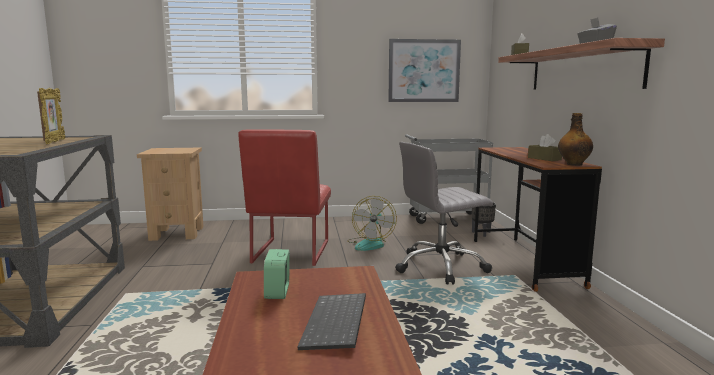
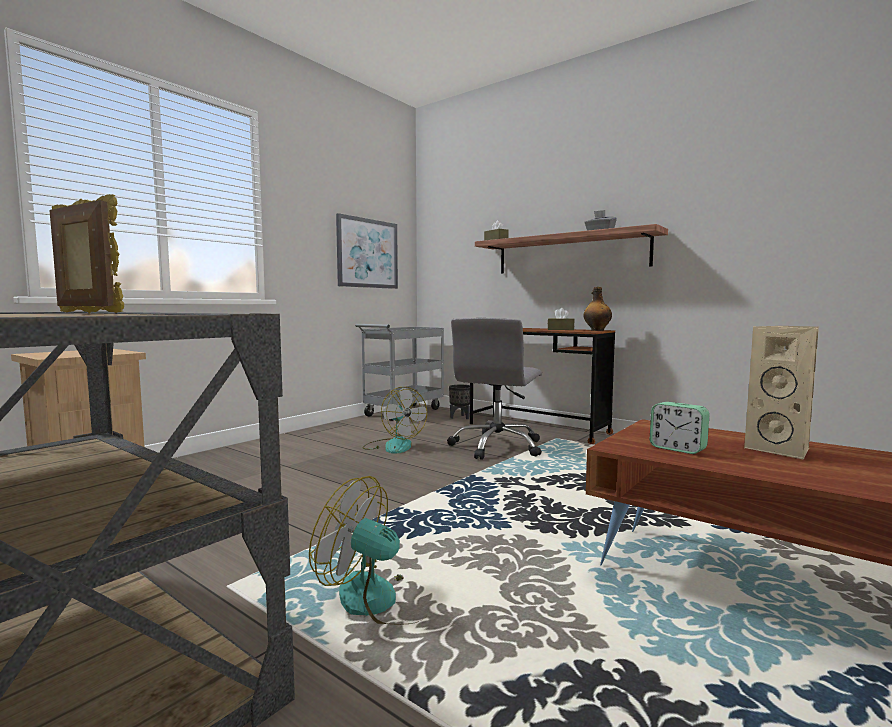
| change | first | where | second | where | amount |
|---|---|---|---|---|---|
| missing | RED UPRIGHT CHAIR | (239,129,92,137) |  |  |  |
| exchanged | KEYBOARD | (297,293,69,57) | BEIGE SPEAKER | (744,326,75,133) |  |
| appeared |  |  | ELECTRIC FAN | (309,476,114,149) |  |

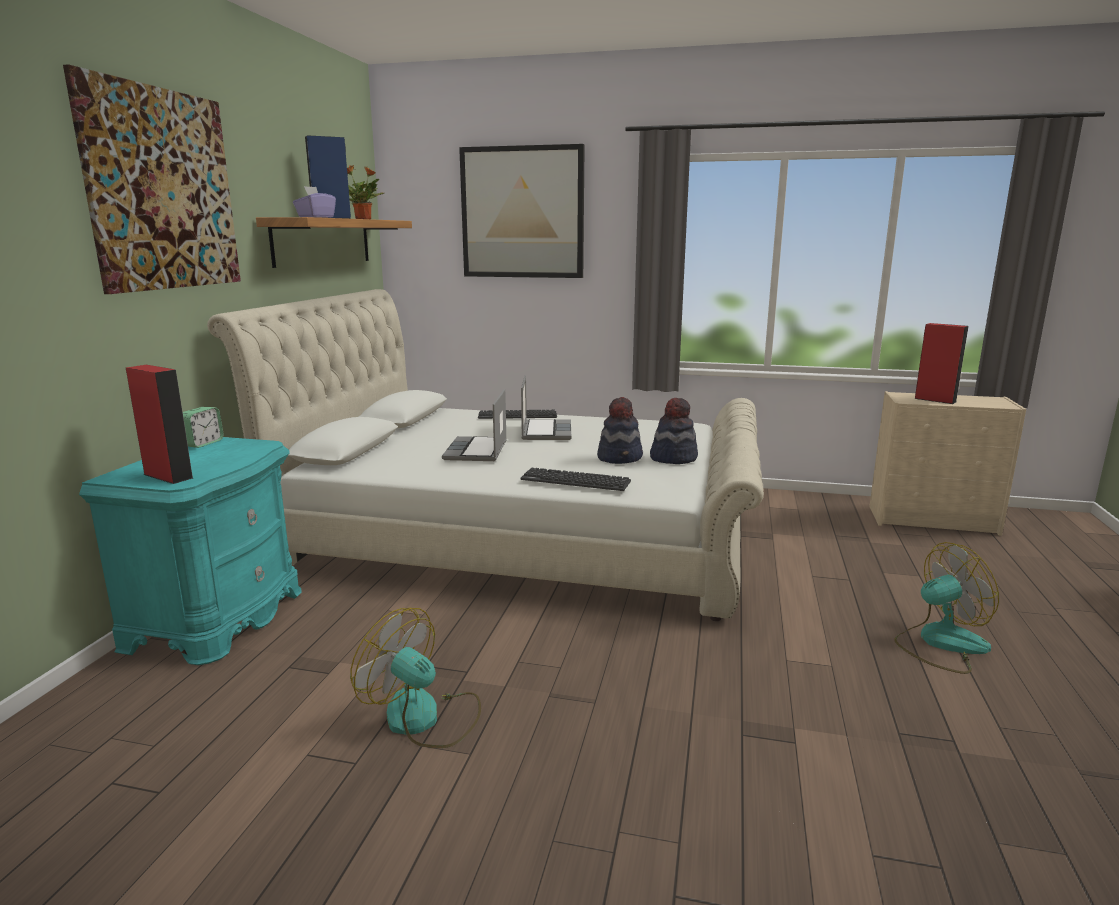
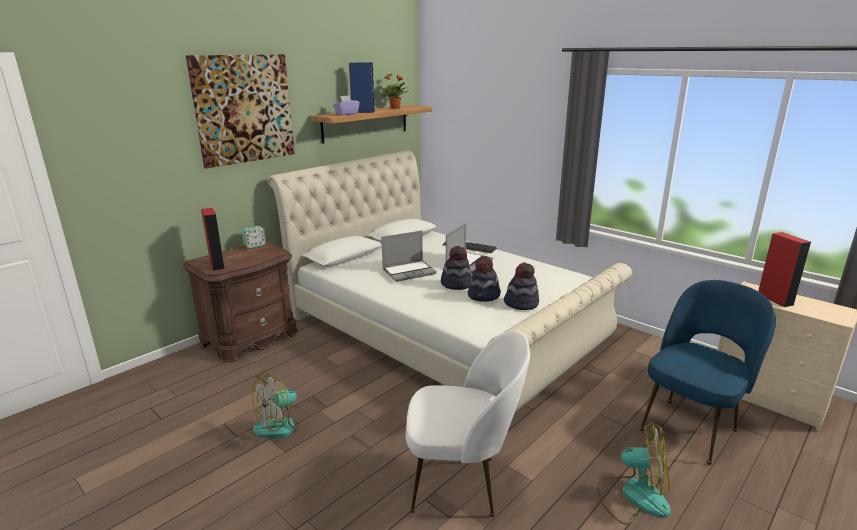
| change | first | where | second | where | amount |
|---|---|---|---|---|---|
| missing | WALL PICTURE | (459,144,126,134) |  |  |  |
| spun | PORTABLE COMPUTER | (442,389,65,72) |  | (381,231,56,51) | 150 degrees counterclockwise |
| colour | TURQUOISE-COLOURED NIGHTSTAND | (79,437,222,228) | BROWN-COLOURED NIGHTSTAND | (183,241,115,121) |  |
| missing | KEYBOARD | (520,468,111,23) |  |  |  |
| spun | ELECTRIC FAN | (350,608,131,140) |  | (252,372,61,66) | 105 degrees counterclockwise |
| appeared |  |  | WEARABLE HAT | (441,246,31,44) |  |
| appeared |  |  | BLUE UPRIGHT CHAIR | (639,280,137,185) |  |
| appeared |  |  | WHITE UPRIGHT CHAIR | (406,330,124,187) |  |

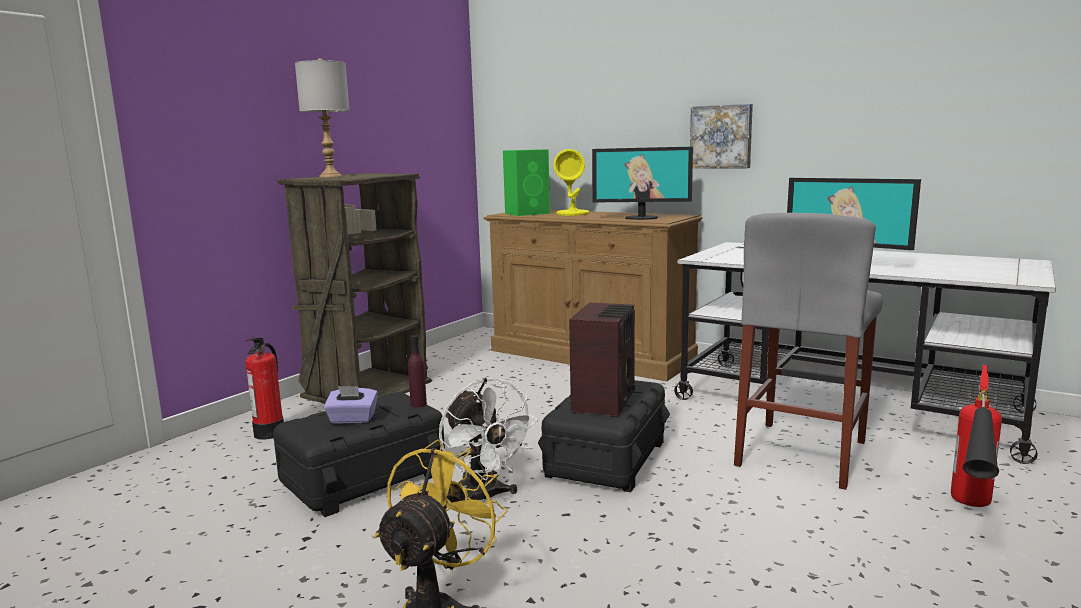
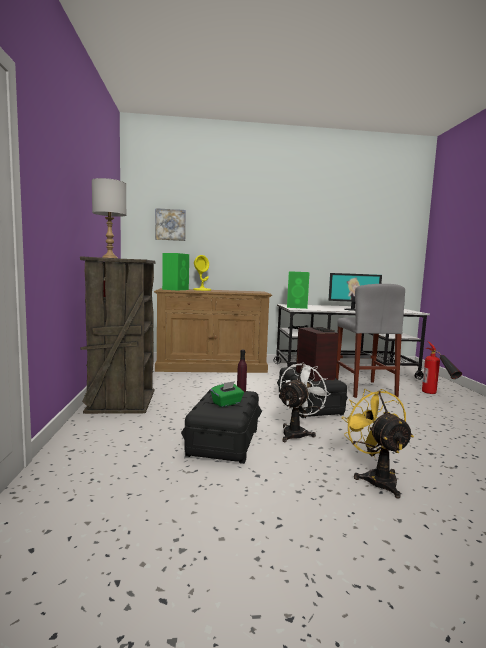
| change | first | where | second | where | amount |
|---|---|---|---|---|---|
| relocated | WALL PICTURE | (690,104,63,64) |  | (155,208,31,33) |  |
| missing | MONITOR | (592,147,101,73) |  |  |  |
| missing | FIRE-FIGHTING CYLINDER | (245,338,39,102) |  |  |  |
| spun | WHITE ELECTRIC FAN | (439,378,99,122) |  | (278,362,53,80) | 75 degrees counterclockwise |
| colour | PURPLE TISSUE BOX | (324,386,54,37) | GREEN TISSUE BOX | (211,381,33,26) |  |
| appeared |  |  | GREEN SPEAKER | (287,271,23,38) |  |

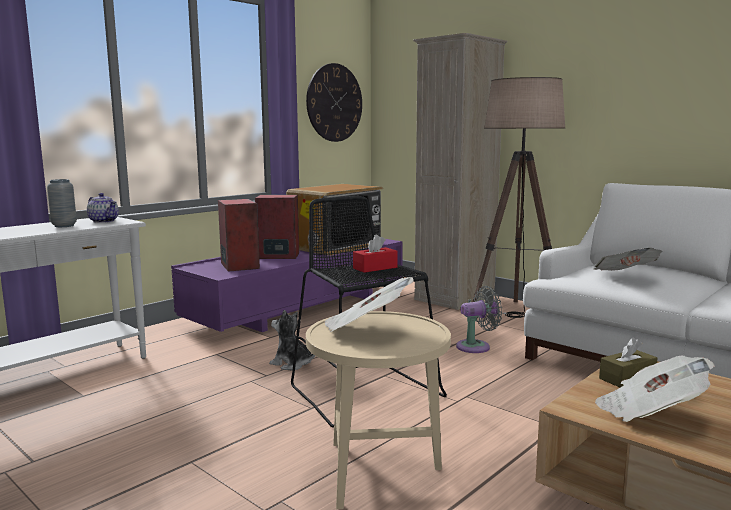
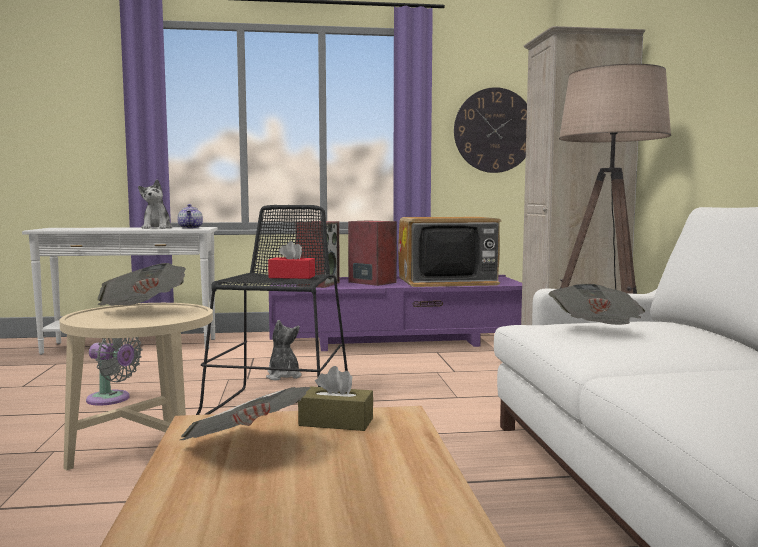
| change | first | where | second | where | amount |
|---|---|---|---|---|---|
| exchanged | GREYISH FLOWER VASE | (47,179,30,48) | PLUSH TOY | (138,180,35,49) |  |
| relocated | GREYISH ELECTRIC FAN | (456,286,46,67) |  | (86,337,56,69) |  |

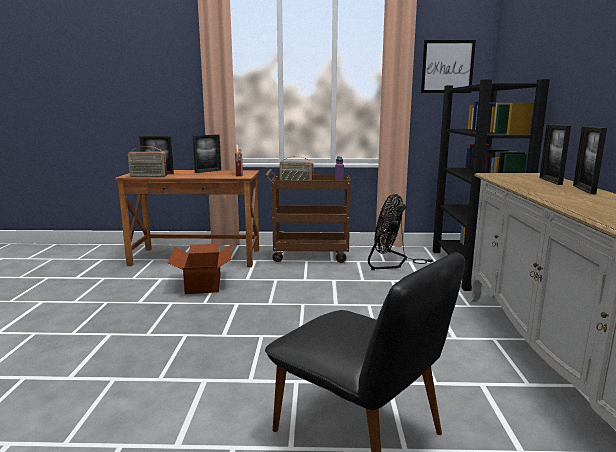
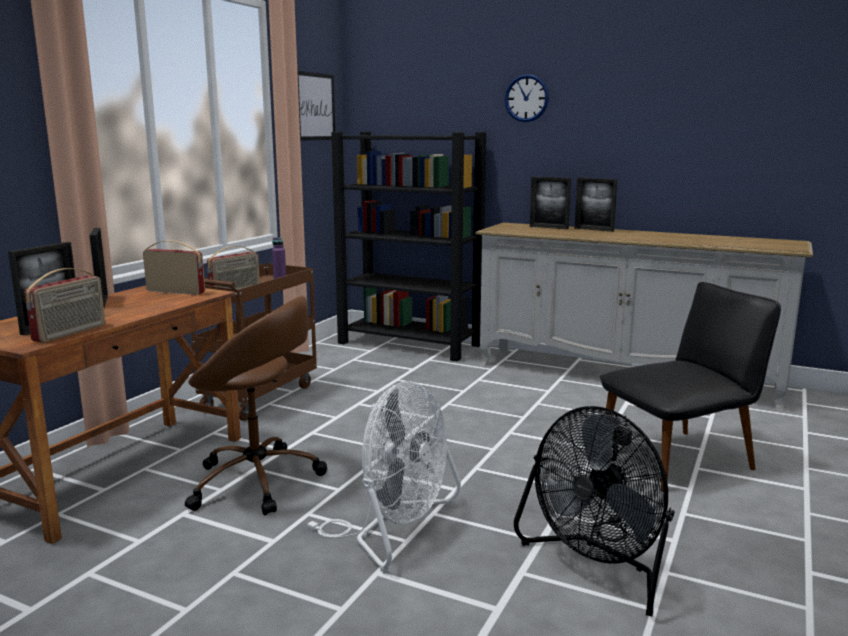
| change | first | where | second | where | amount |
|---|---|---|---|---|---|
| relocated | BLACKISH ELECTRIC FAN | (368,194,66,76) |  | (514,406,161,210) |  |
| exchanged | CARTON | (168,244,64,50) | BROWN-COLOURED COMPUTER CHAIR | (185,296,142,219) |  |
| appeared |  |  | WALL CLOCK | (504,74,45,48) |  |
| appeared |  |  | WHITE ELECTRIC FAN | (307,381,154,193) |  |

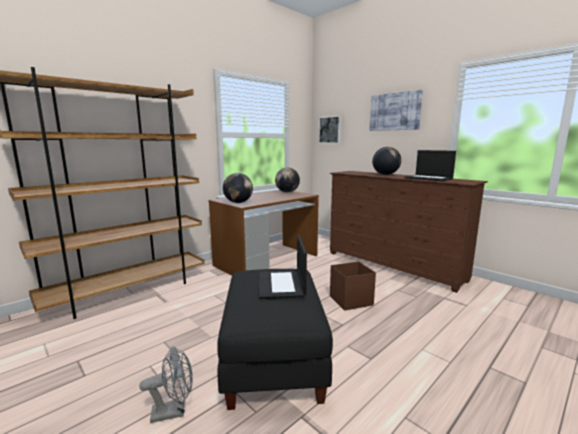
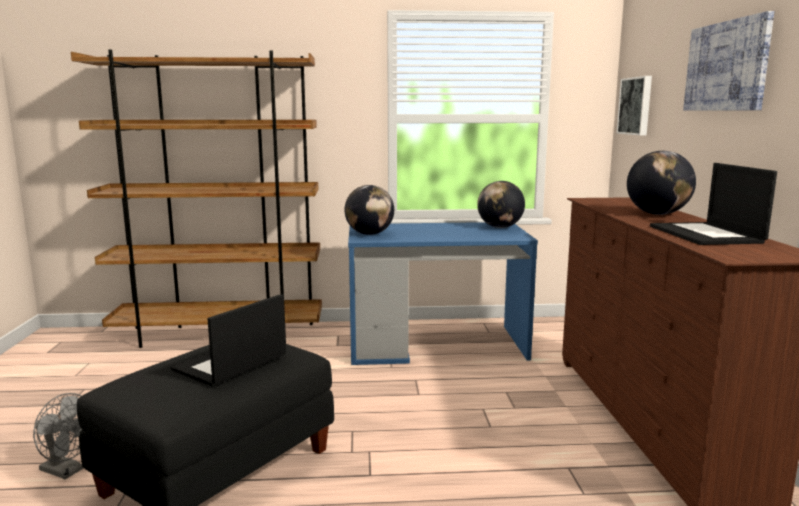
| change | first | where | second | where | amount |
|---|---|---|---|---|---|
| colour | BROWN-COLOURED DESK TABLE | (209,190,110,86) | BLUE DESK TABLE | (348,222,190,143) |  |
| missing | BROWN-COLOURED STORAGE BOX | (330,262,46,49) |  |  |  |

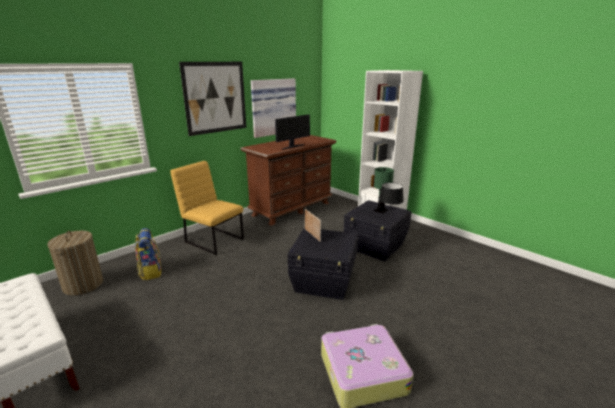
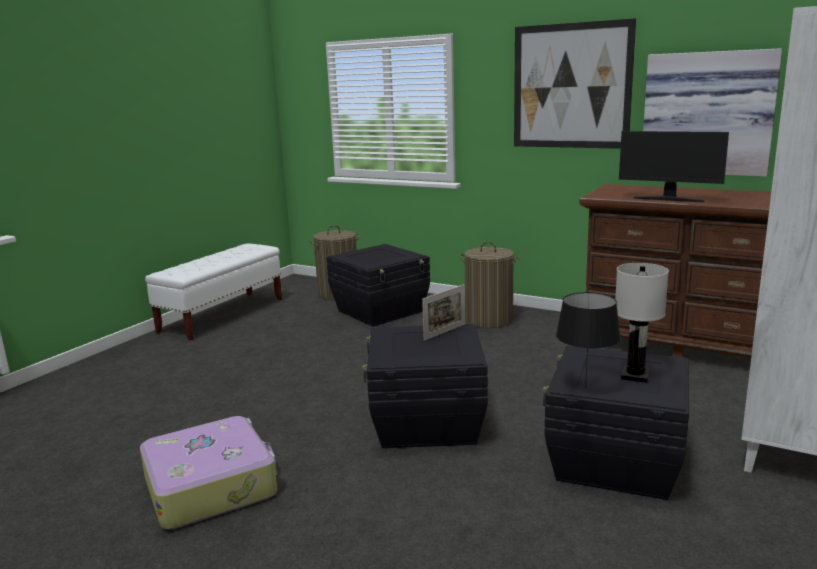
| change | first | where | second | where | amount |
|---|---|---|---|---|---|
| exchanged | YELLOW-COLOURED UPRIGHT CHAIR | (170,161,74,94) | LAUNDRY BASKET | (459,242,61,86) |  |
| colour | GREEN TABLE LAMP | (374,167,20,46) | WHITE TABLE LAMP | (615,263,54,120) |  |
| exchanged | KNAPSACK | (135,228,26,52) | BLACKISH STORAGE BOX | (326,244,104,83) |  |

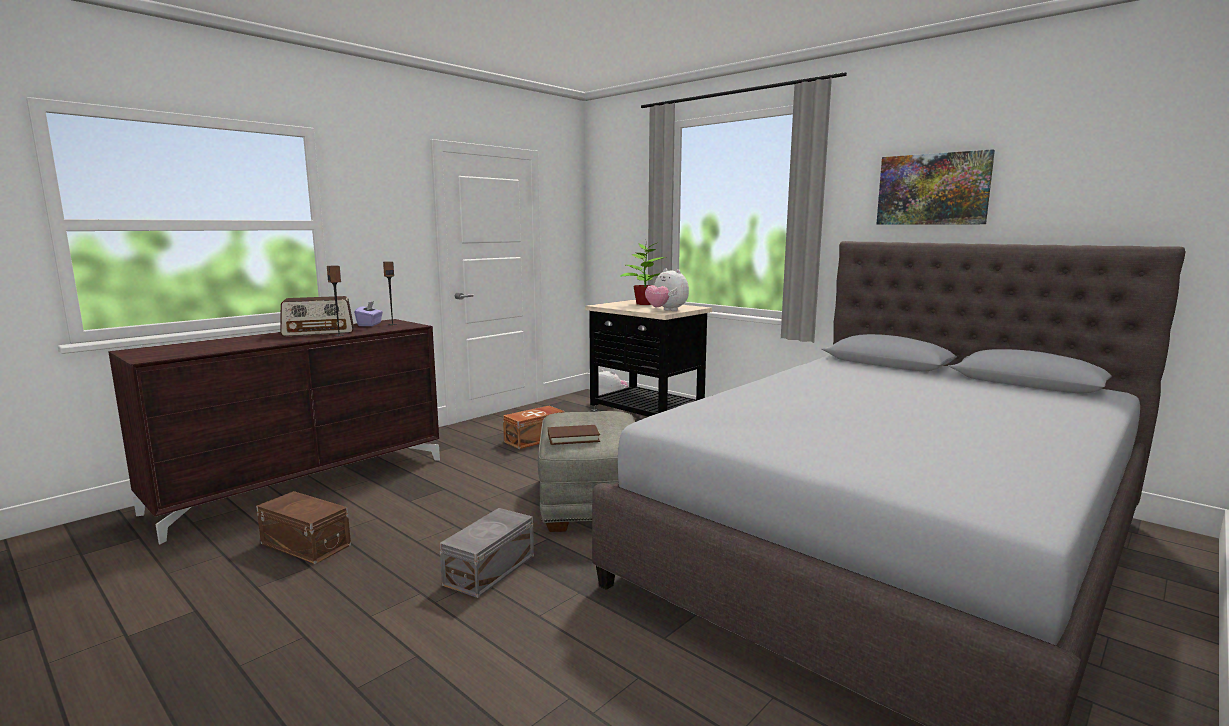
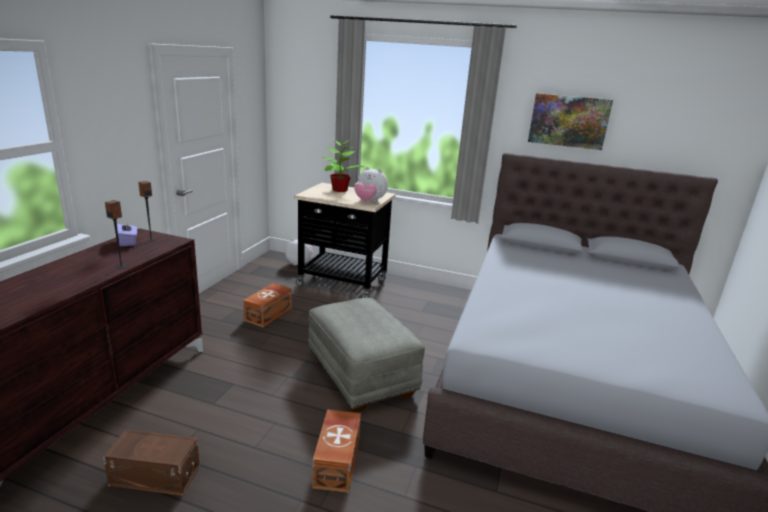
| change | first | where | second | where | amount |
|---|---|---|---|---|---|
| missing | RADIO RECEIVER | (280,296,74,40) |  |  |  |
| missing | BROWN-COLOURED BOOK | (548,425,52,20) |  |  |  |
| colour | GREYISH STORAGE BOX | (439,508,95,90) | BROWN-COLOURED STORAGE BOX | (312,409,49,84) |  |

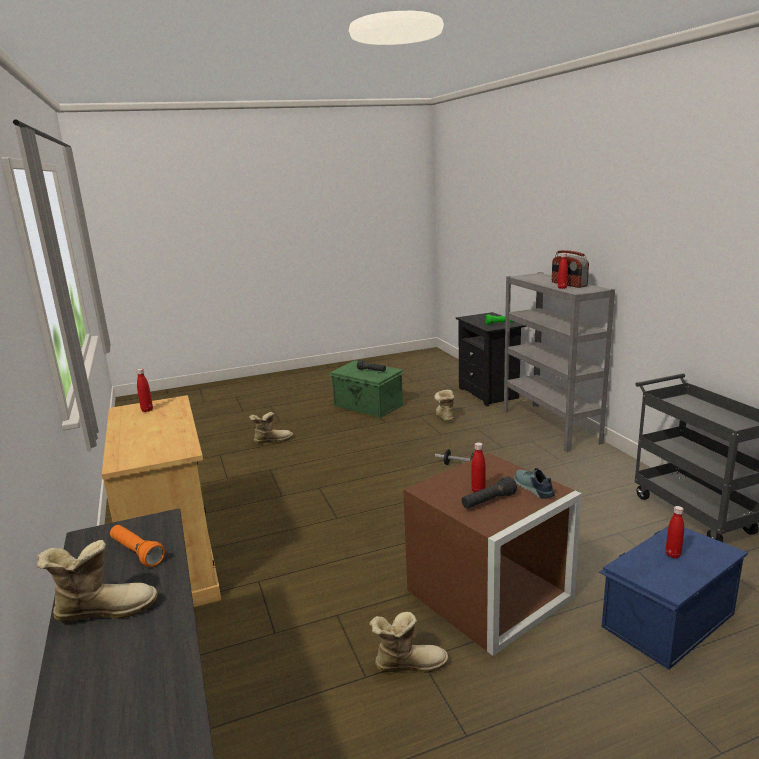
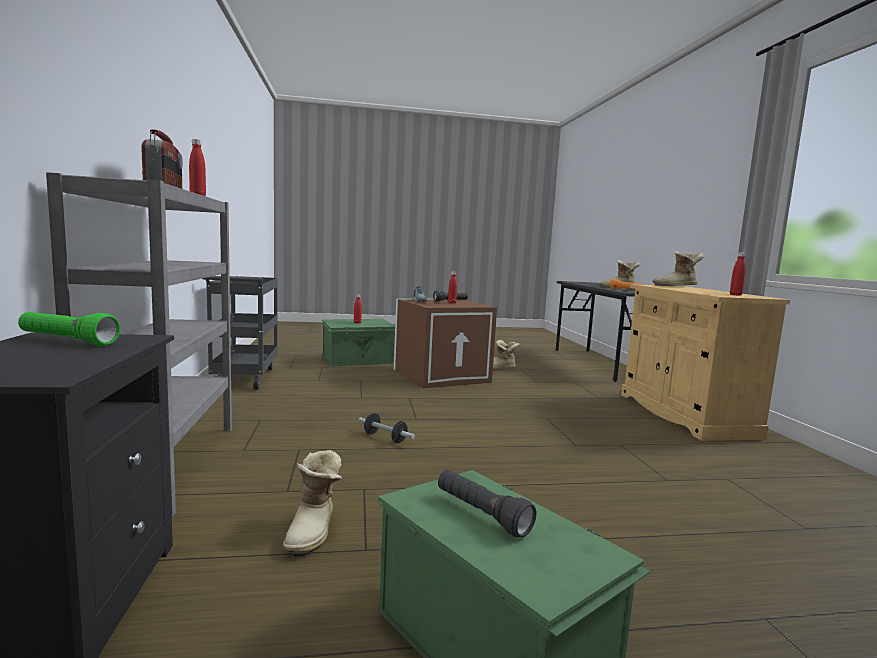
| change | first | where | second | where | amount |
|---|---|---|---|---|---|
| relocated | TALL BOOT | (249,412,44,31) |  | (652,251,52,35) |  |
| colour | BLUE STORAGE BOX | (599,526,149,144) | GREEN STORAGE BOX | (321,319,74,48) |  |

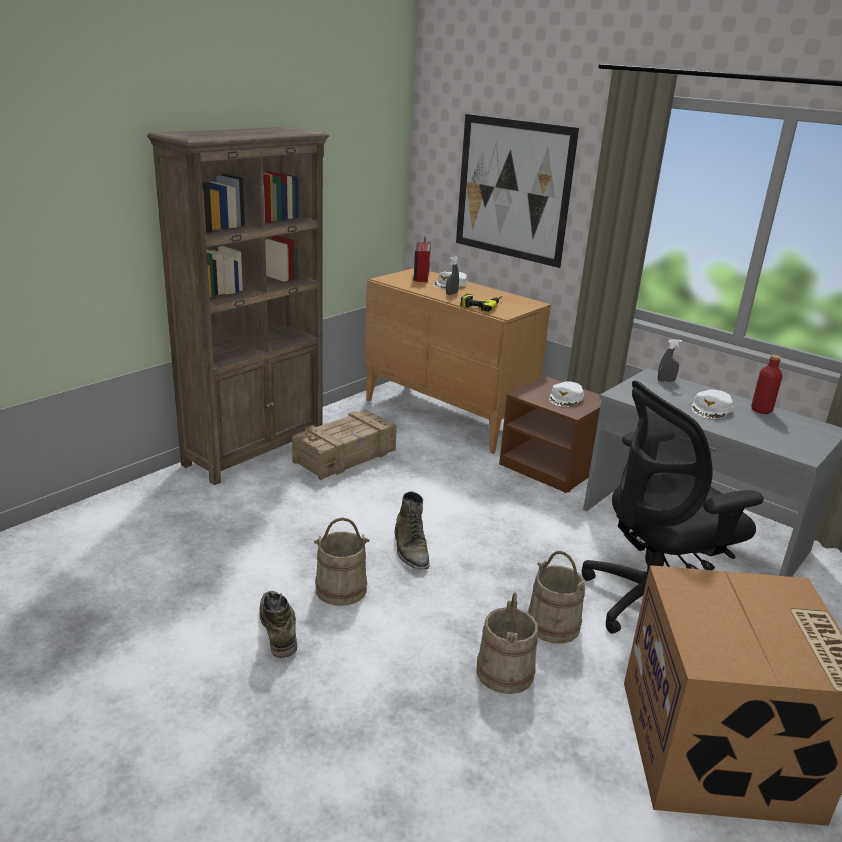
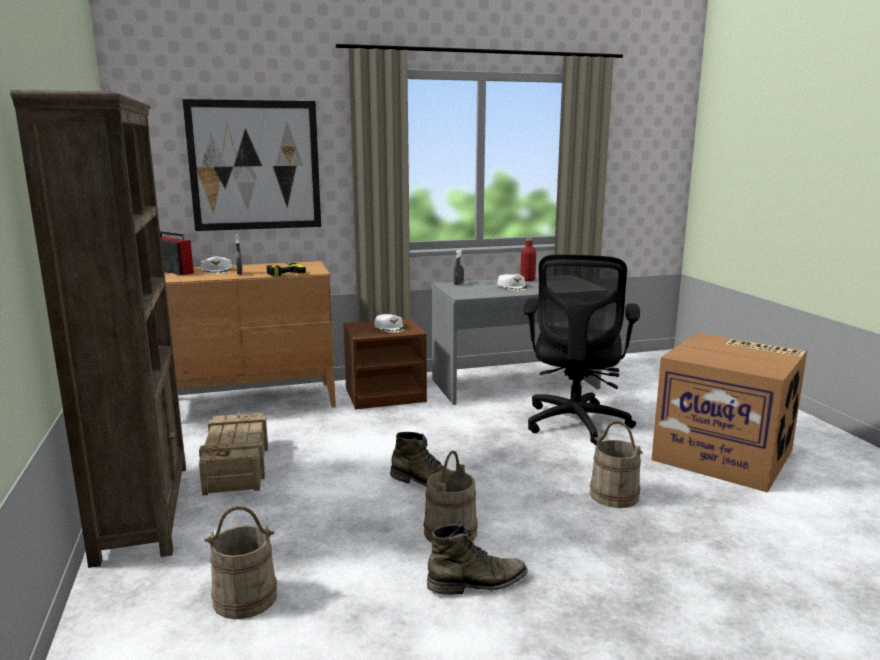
| change | first | where | second | where | amount |
|---|---|---|---|---|---|
| relocated | BEIGE BUCKET | (527,551,59,93) |  | (204,506,73,113) |  |
| spun | GREEN TALL BOOT | (259,591,38,67) |  | (427,524,101,71) | 150 degrees clockwise |

